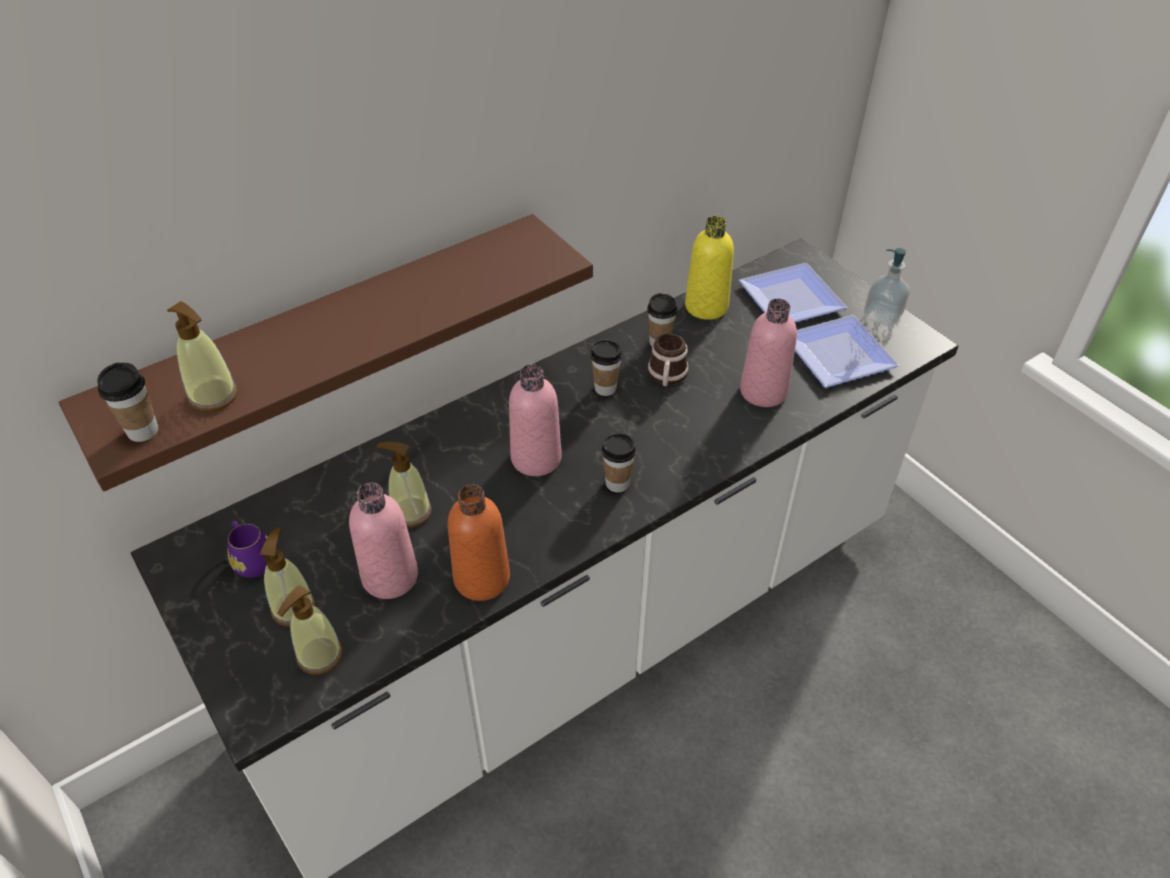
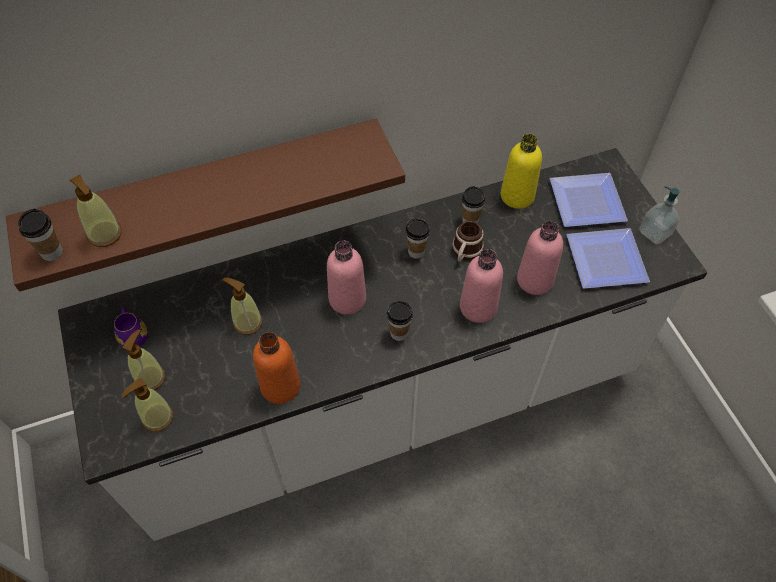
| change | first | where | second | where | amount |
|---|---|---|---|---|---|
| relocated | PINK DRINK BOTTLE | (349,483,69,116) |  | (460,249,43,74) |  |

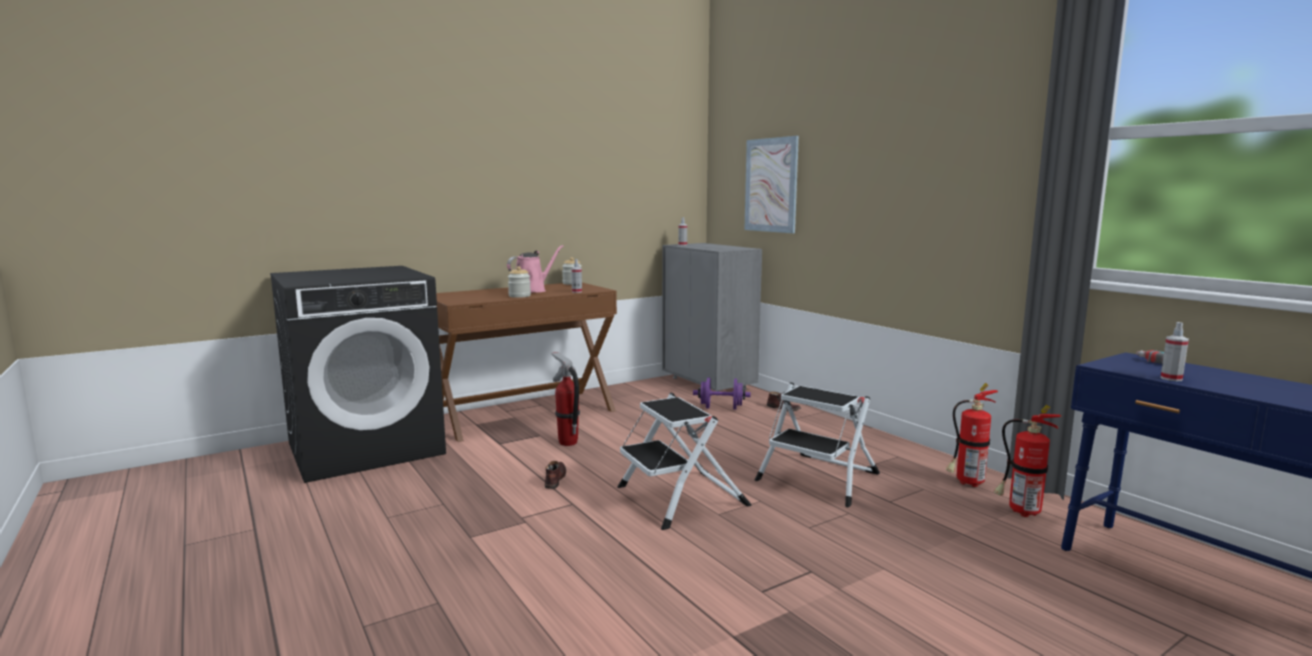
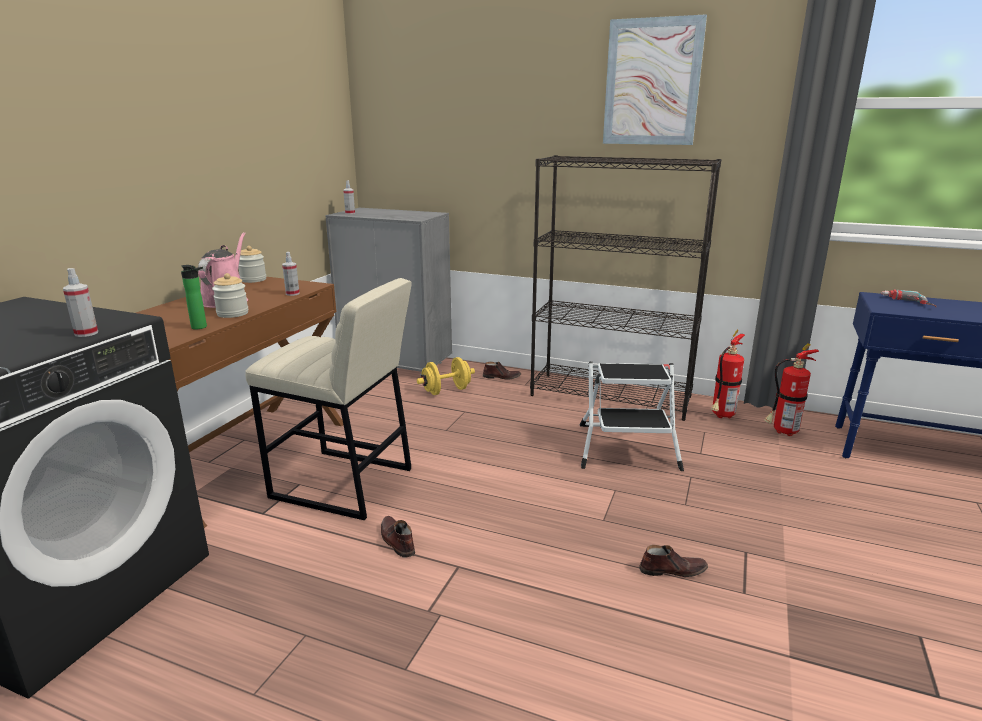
| change | first | where | second | where | amount |
|---|---|---|---|---|---|
| relocated | WALL PICTURE | (744,136,55,97) |  | (603,14,104,131) |  |
| relocated | SPRAY BOTTLE | (1160,322,29,59) |  | (63,268,35,69) |  |
| exchanged | FIRE-FIGHTING CYLINDER | (551,352,29,94) | BEIGE UPRIGHT CHAIR | (245,278,167,242) |  |
| colour | PURPLE FREE WEIGHT | (693,378,58,32) | YELLOW-COLOURED FREE WEIGHT | (417,357,58,38) |  |
| missing | STEP STOOL | (617,393,135,137) |  |  |  |
| appeared |  |  | BLACKISH SHELVING UNIT | (530,155,191,266) |  |
| appeared |  |  | DRINK BOTTLE | (181,265,26,64) |  |
| appeared |  |  | BROWN-COLOURED SHOE | (639,545,69,32) |  |

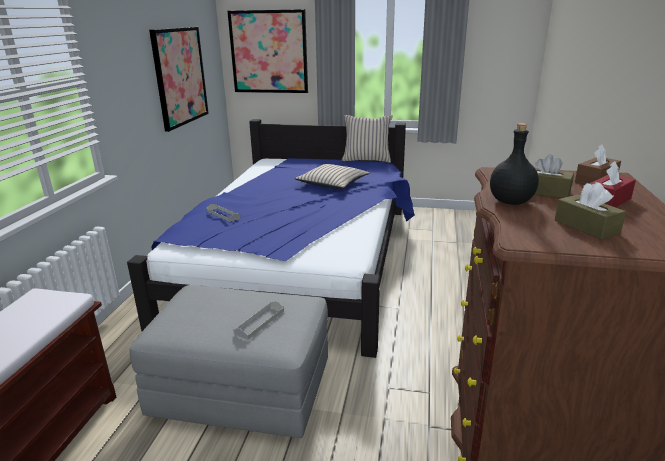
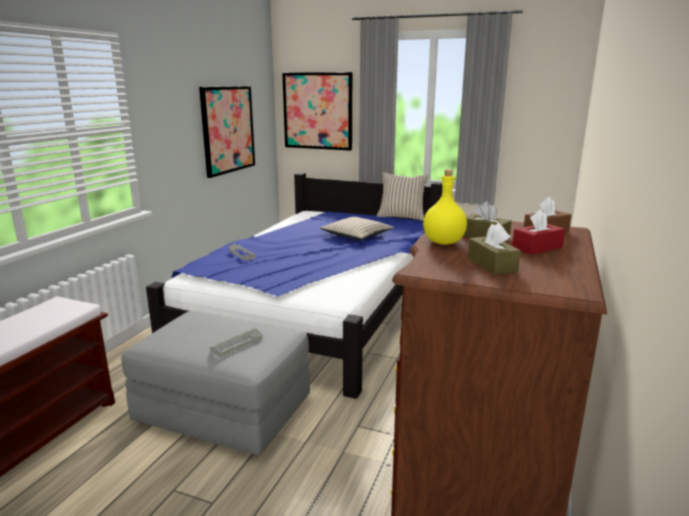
| change | first | where | second | where | amount |
|---|---|---|---|---|---|
| colour | BLACKISH DRINK BOTTLE | (490,123,49,82) | YELLOW-COLOURED DRINK BOTTLE | (423,169,44,76) |  |

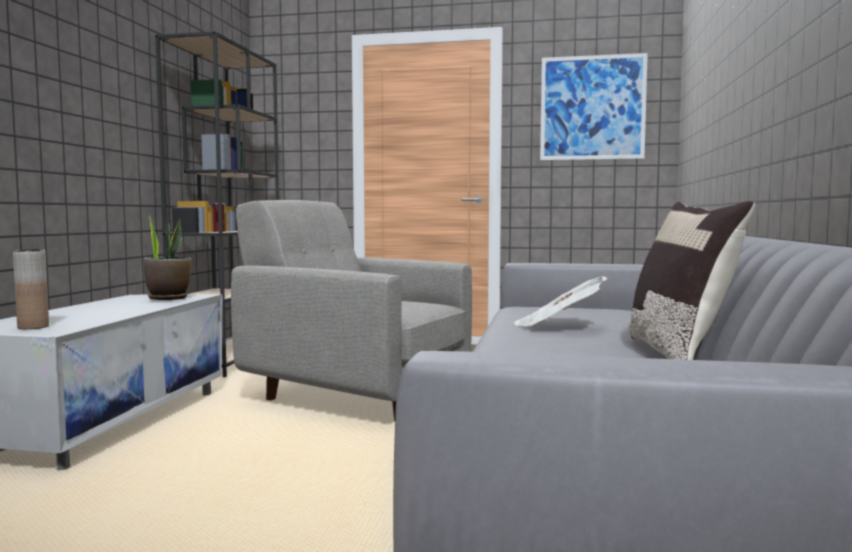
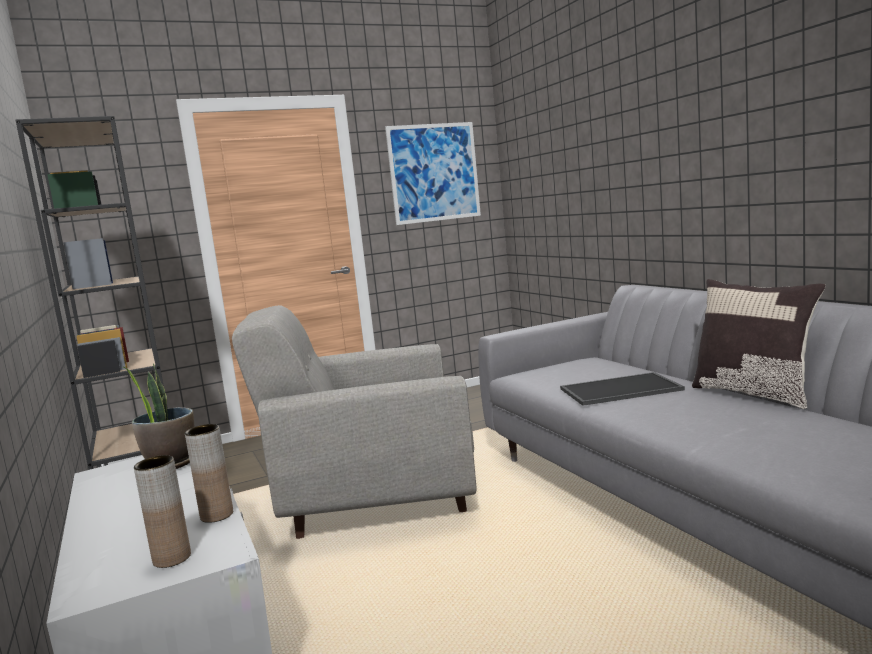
| change | first | where | second | where | amount |
|---|---|---|---|---|---|
| exchanged | NEWSPAPER | (513,276,94,51) | TRAY | (560,372,125,34) |  |
| appeared |  |  | BROWN-COLOURED FLOWER VASE | (185,424,48,99) |  |

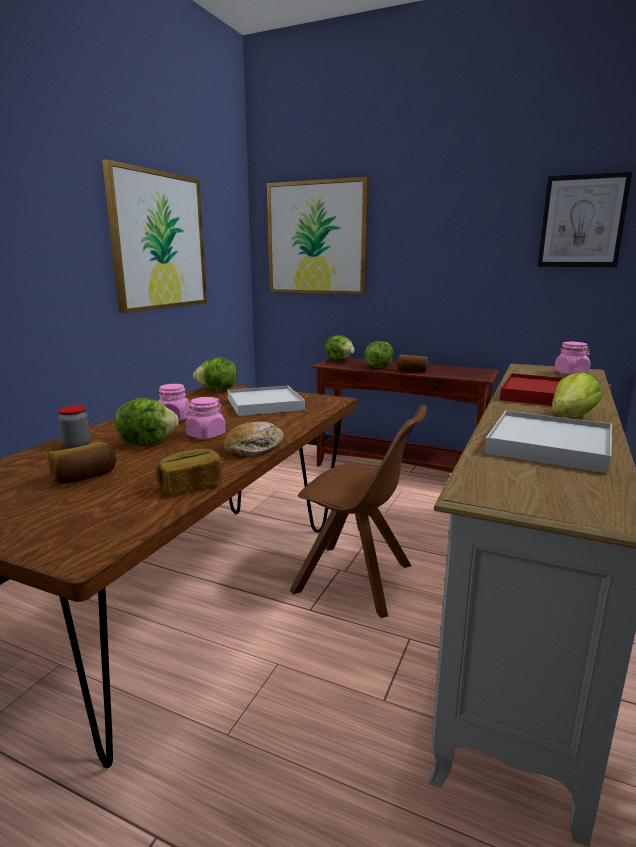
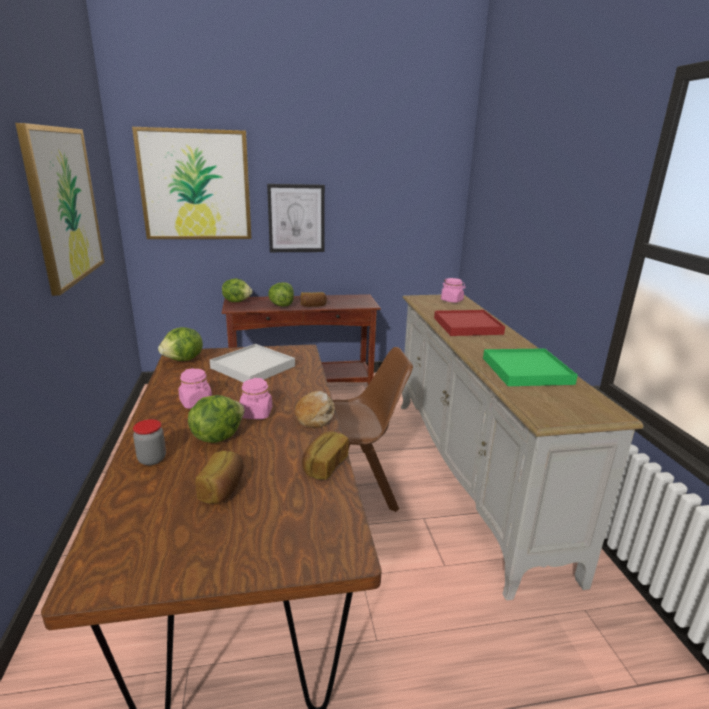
| change | first | where | second | where | amount |
|---|---|---|---|---|---|
| relocated | WALL PICTURE | (537,171,95,96) |  | (267,184,58,68) |  |
| missing | HEAD OF LETTUCE | (552,372,50,45) |  |  |  |
| colour | WHITE TRAY | (485,410,127,63) | GREEN TRAY | (483,348,95,38) |  |

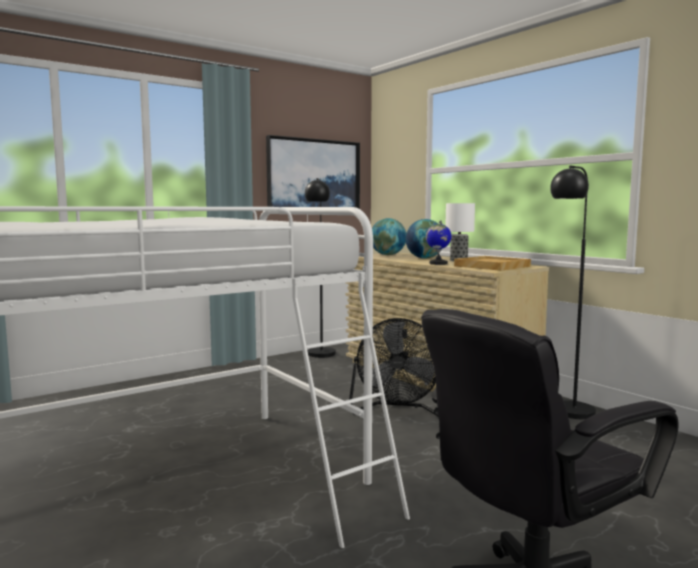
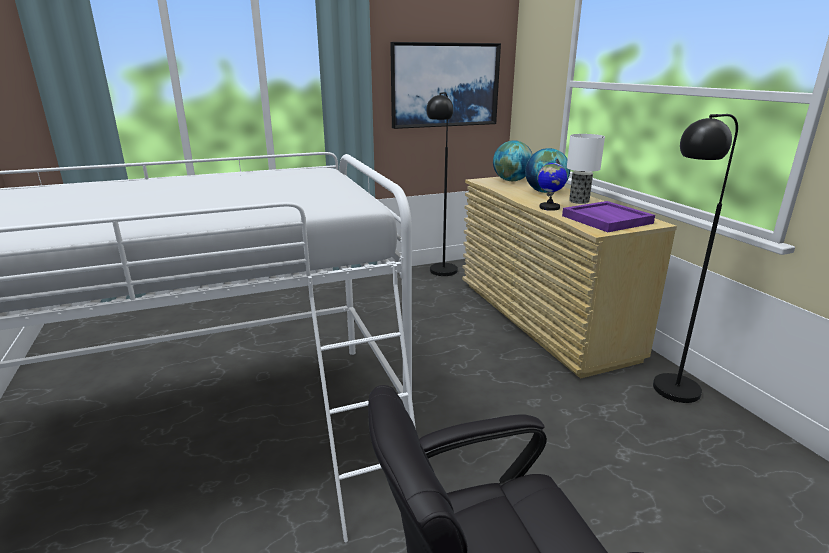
| change | first | where | second | where | amount |
|---|---|---|---|---|---|
| colour | BEIGE TRAY | (454,256,77,15) | PURPLE TRAY | (562,201,93,31) |  |
| missing | BLACKISH ELECTRIC FAN | (349,318,90,101) |  |  |  |

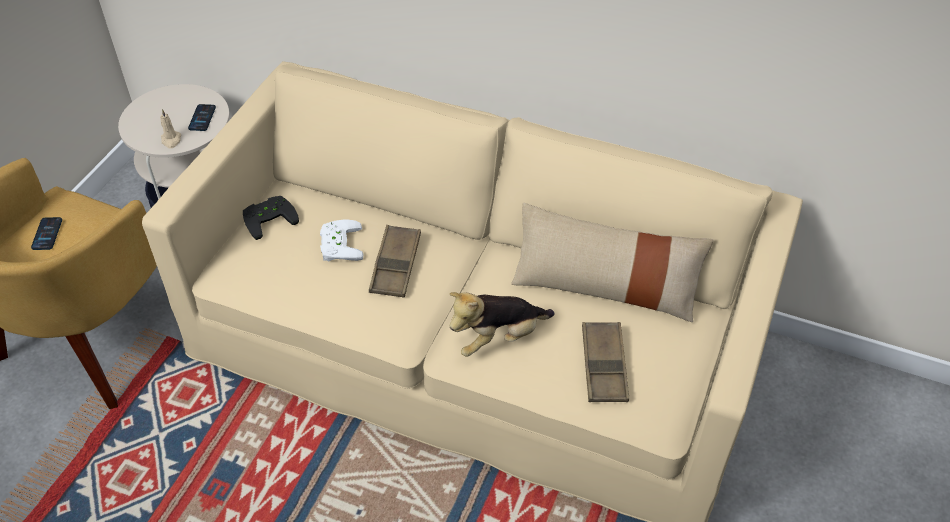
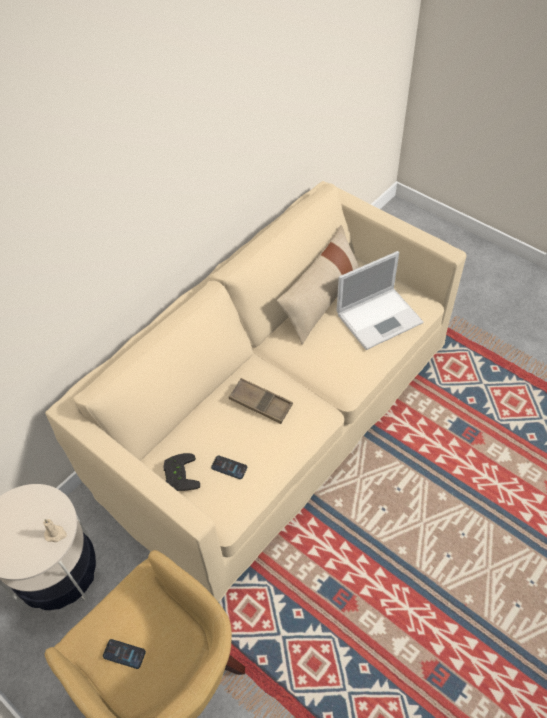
| change | first | where | second | where | amount |
|---|---|---|---|---|---|
| relocated | TELEPHONE | (188,104,28,27) |  | (211,455,36,24) |  |
| missing | WHITE GAMEPAD | (320,220,44,42) |  |  |  |
| missing | PLUSH TOY | (449,292,105,65) |  |  |  |
| exchanged | BROWN-COLOURED TRAY | (582,322,47,80) | PORTABLE COMPUTER | (336,251,88,99) |  |

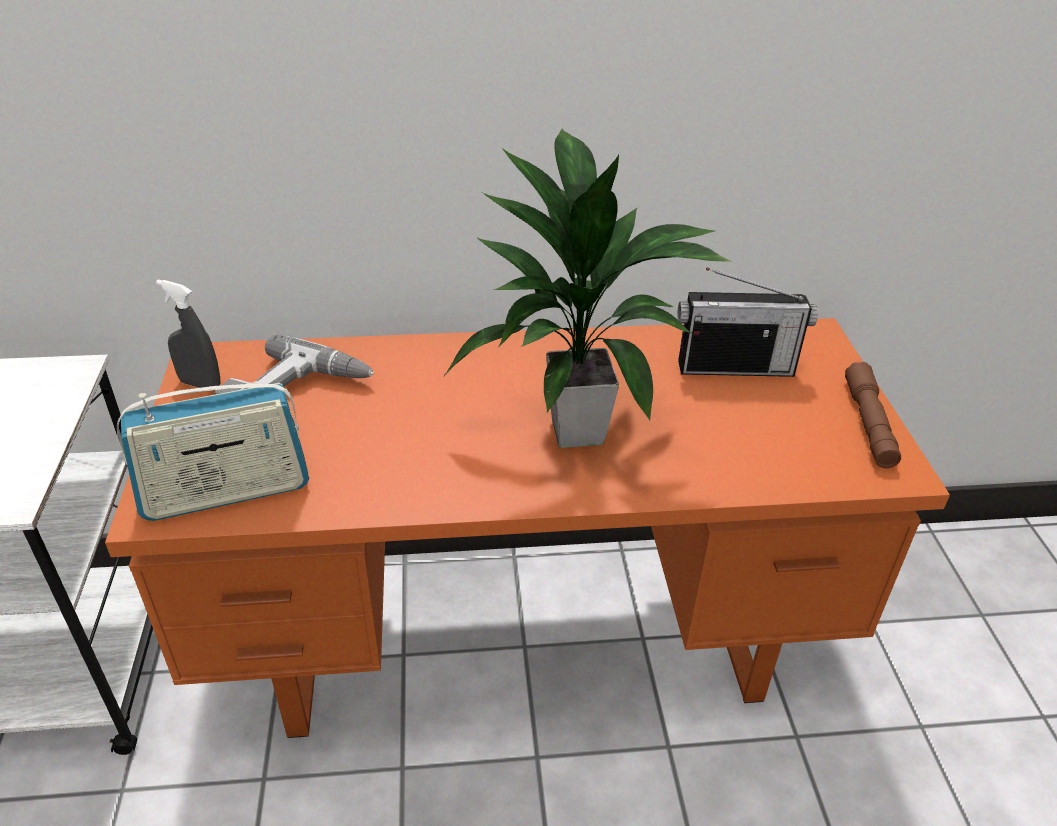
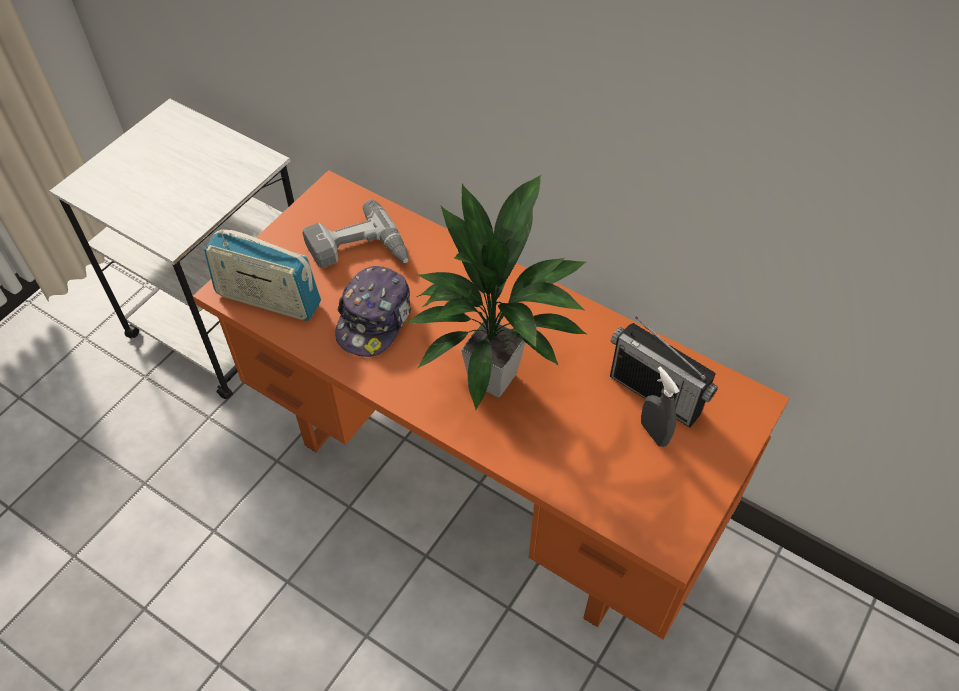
| change | first | where | second | where | amount |
|---|---|---|---|---|---|
| relocated | GREYISH SPRAY BOTTLE | (156,279,64,112) |  | (641,366,39,81) |  |
| missing | BROWN-COLOURED TORCH | (845,362,56,106) |  |  |  |
| appeared |  |  | PEAKED CAP | (335,266,76,91) |  |

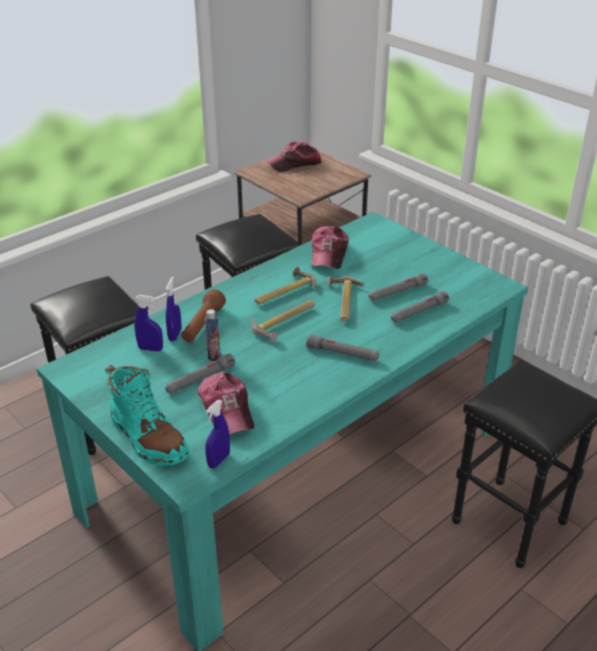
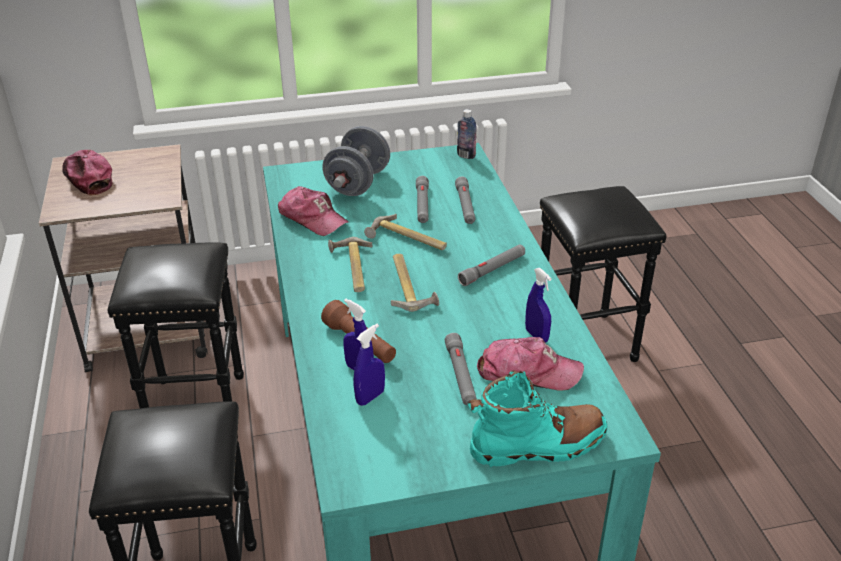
| change | first | where | second | where | amount |
|---|---|---|---|---|---|
| spun | PEAKED CAP | (267,141,55,31) |  | (62,150,50,46) | 135 degrees clockwise |
| relocated | DRINK BOTTLE | (205,309,15,52) |  | (457,109,20,50) |  |
| relocated | BLUE SPRAY BOTTLE | (205,400,25,68) |  | (525,268,27,75) |  |
| appeared |  |  | GREYISH FREE WEIGHT | (322,126,68,70) |  |

